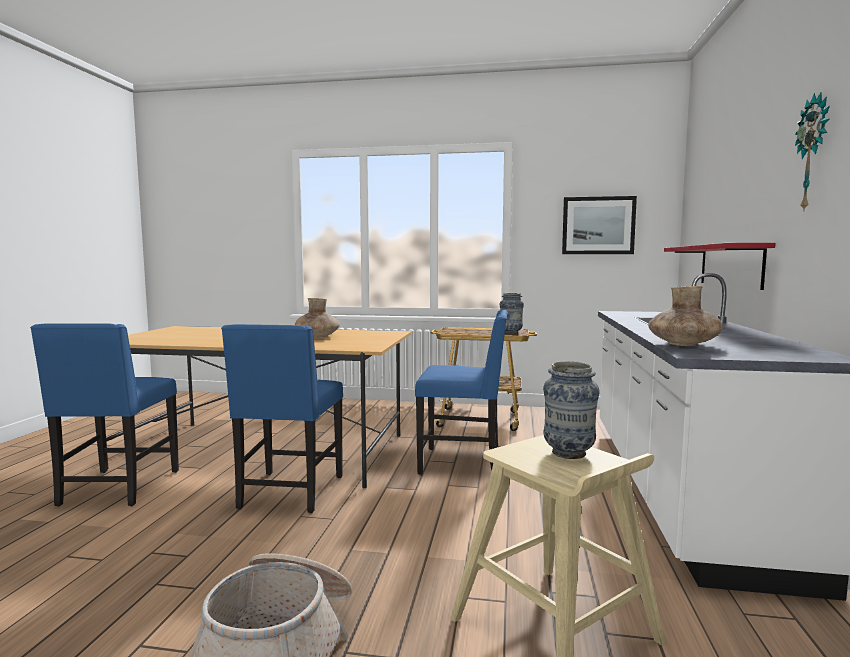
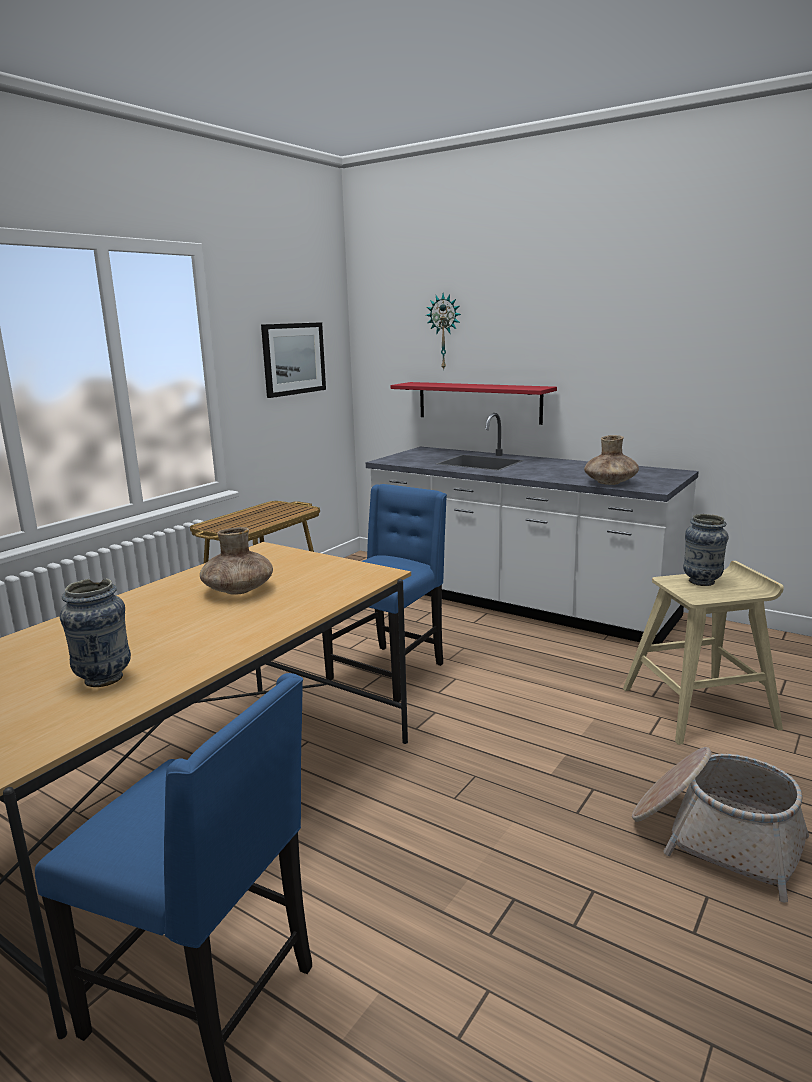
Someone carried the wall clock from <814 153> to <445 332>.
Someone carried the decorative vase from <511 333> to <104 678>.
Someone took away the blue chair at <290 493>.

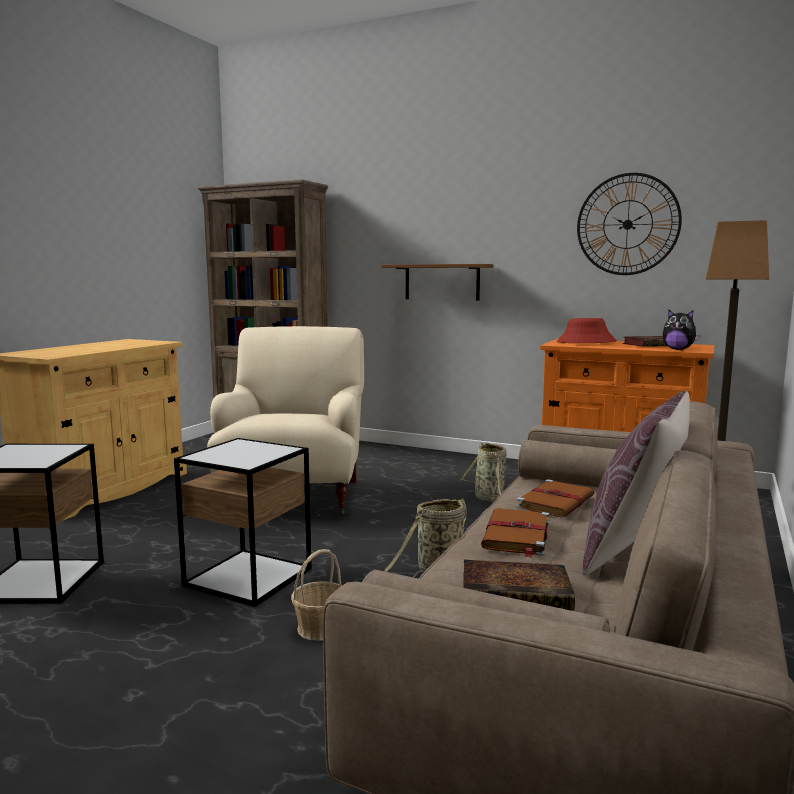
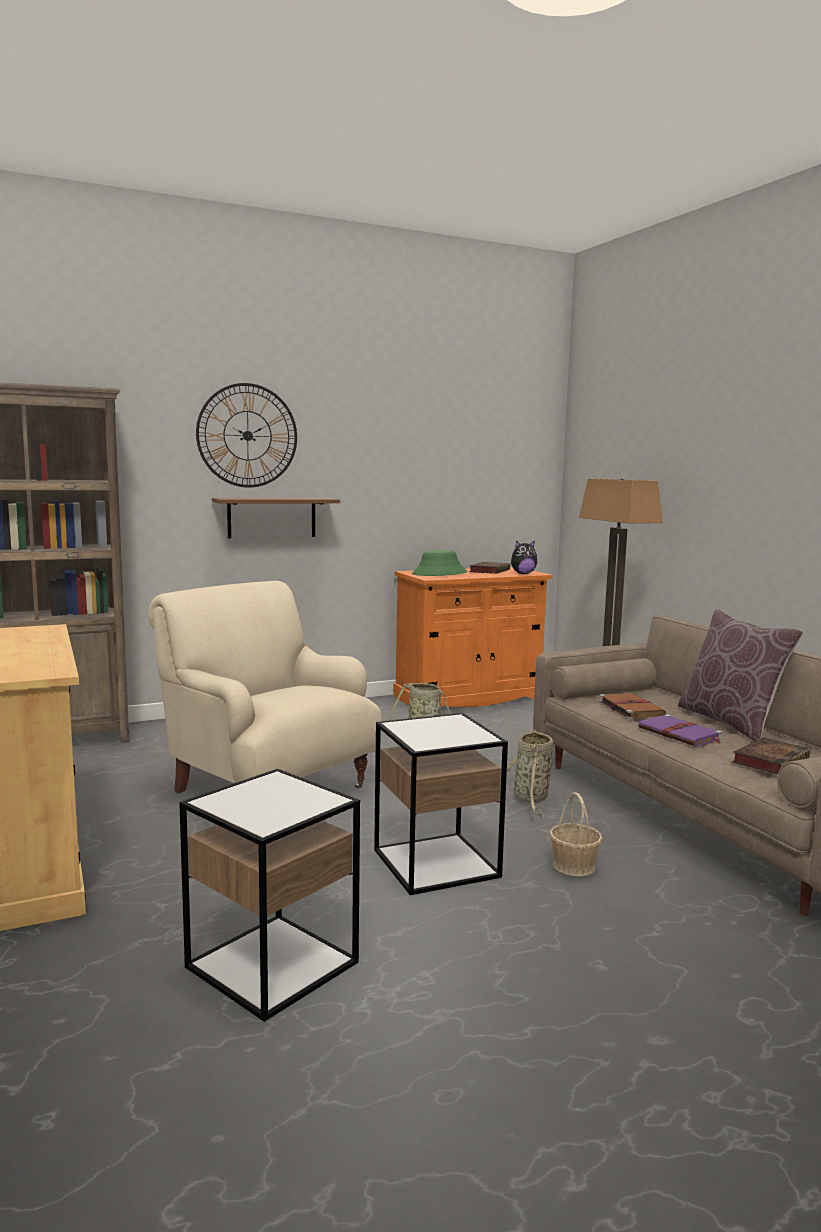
Someone carried the wall clock from <627 224> to <247 435>.
Someone repainted the red-coloured wearable hat at <585 342>, which became the greenish wearable hat at <439 573>.
Someone repainted the brownish volume at <516 536>, which became the purple-coloured volume at <680 734>.

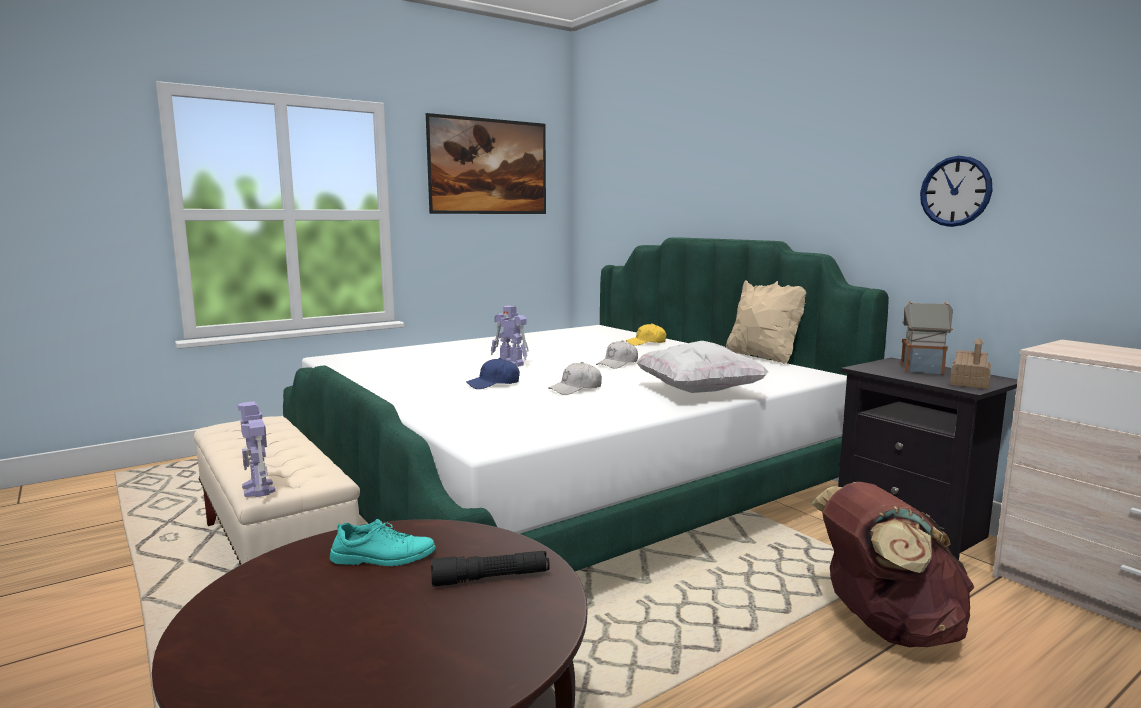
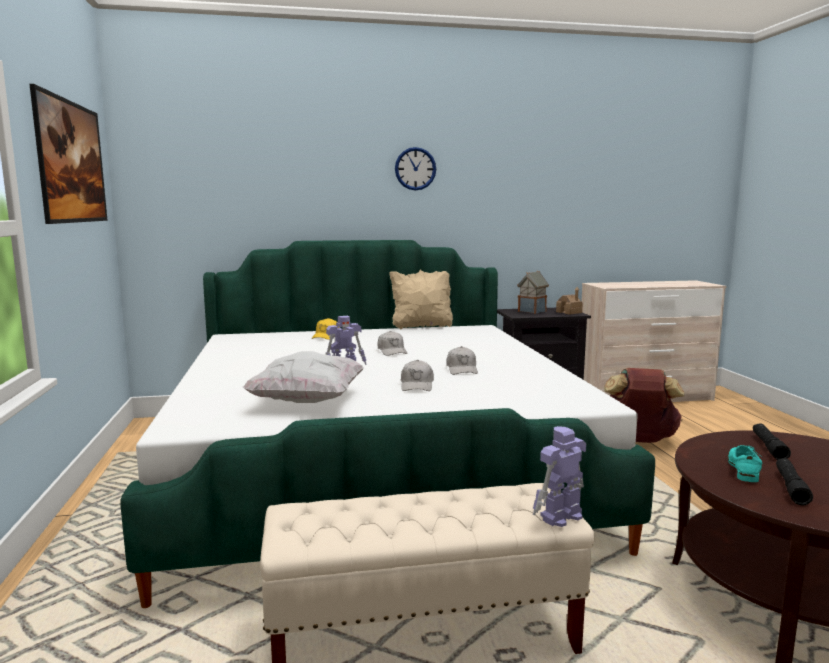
Someone carried the wall clock from <955 191> to <415 169>.
Someone carried the white-coloured pillow from <698 392> to <307 401>.
Someone repainted the blue baseball cap at <493 384>, which became the white-coloured baseball cap at <417 385>.
Someone rotated the robot figure at <258 489> by 150 degrees clockwise.
Someone put down the black hand torch at <791 487>.

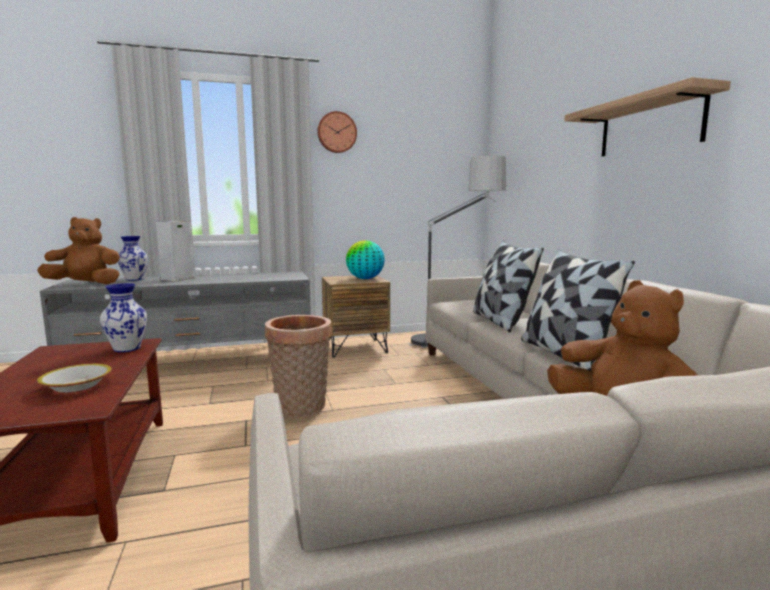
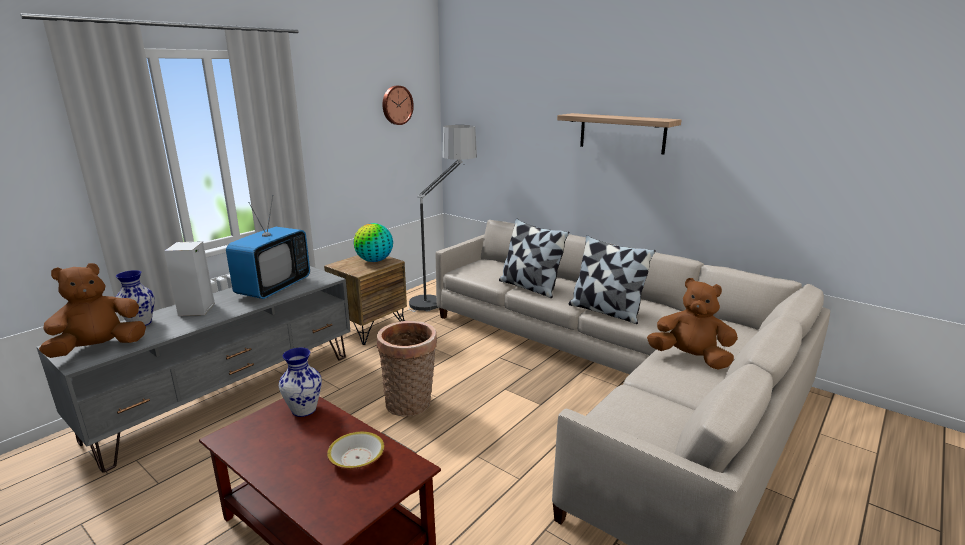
Someone carried the wall clock from <336 132> to <396 105>.
Someone put down the TV set at <274 288>.

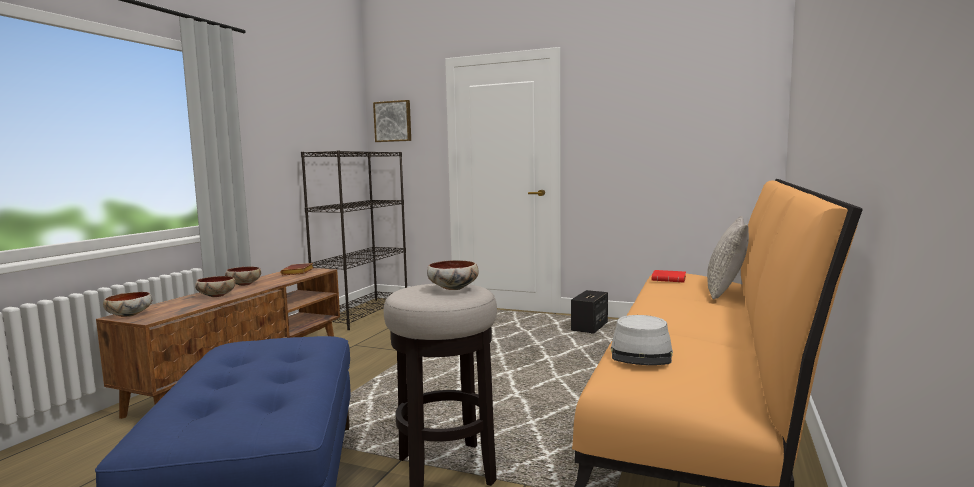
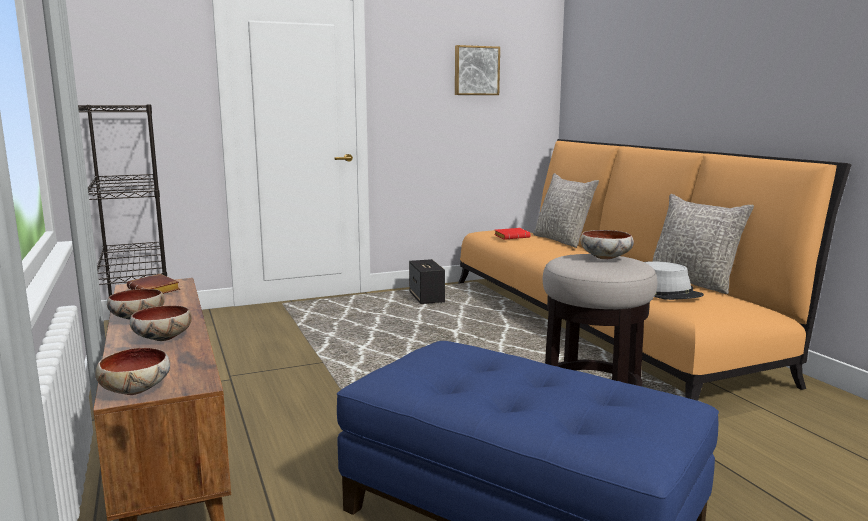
Someone carried the wall picture from <393 121> to <476 70>.
Someone put down the grey pillow at <693 282>.

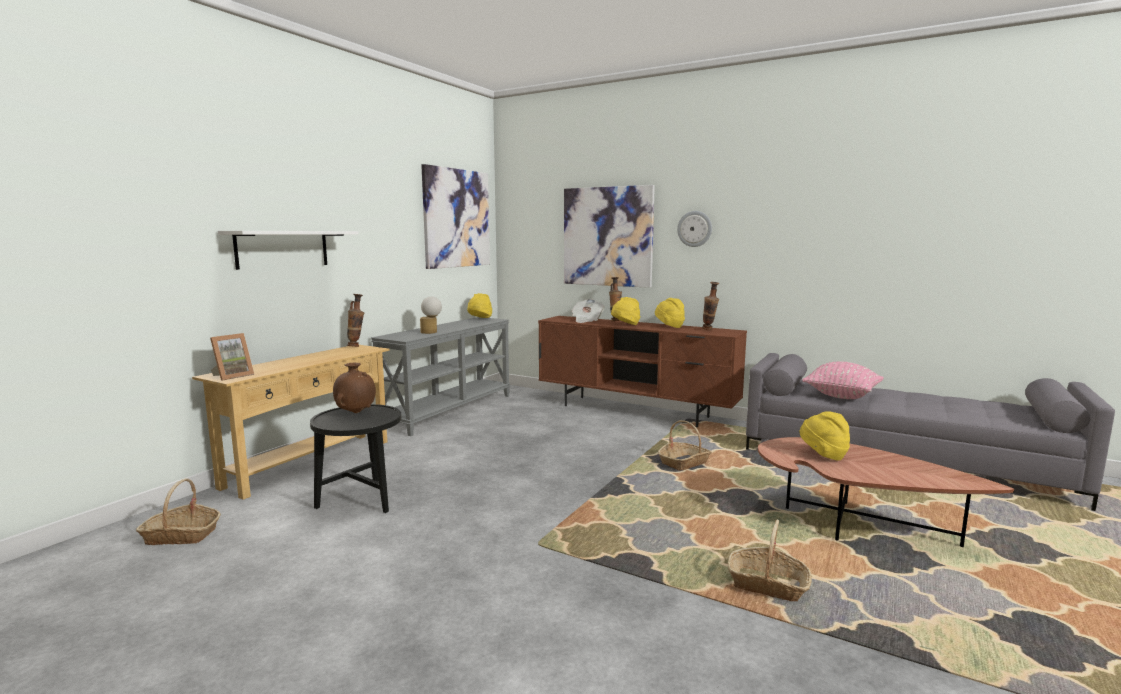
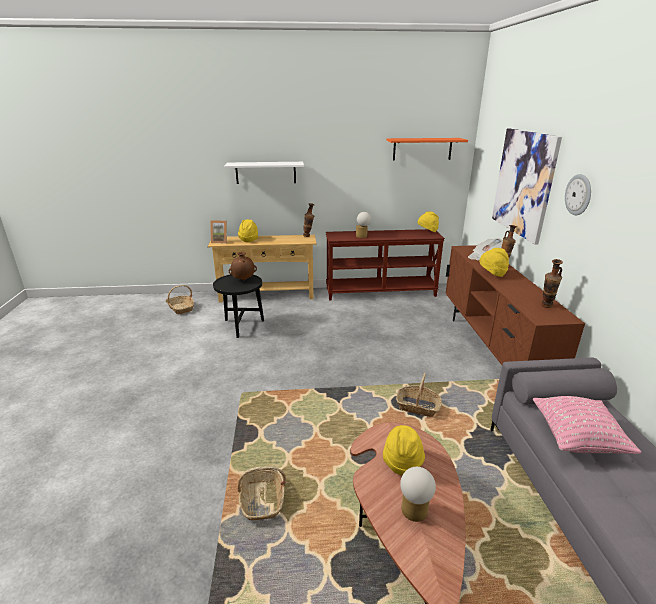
Someone swapped the wall picture at <456 218> for the orange-coloured bracket shelf at <422 149>.
Someone carried the yellow-coloured wearable hat from <669 326> to <249 240>.
Someone repainted the grey console table at <449 410>, which became the brownish console table at <380 292>.
Someone put down the lamp for a table at <413 513>.

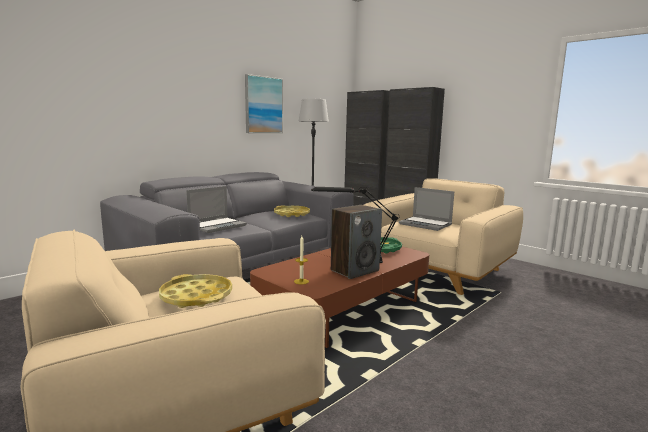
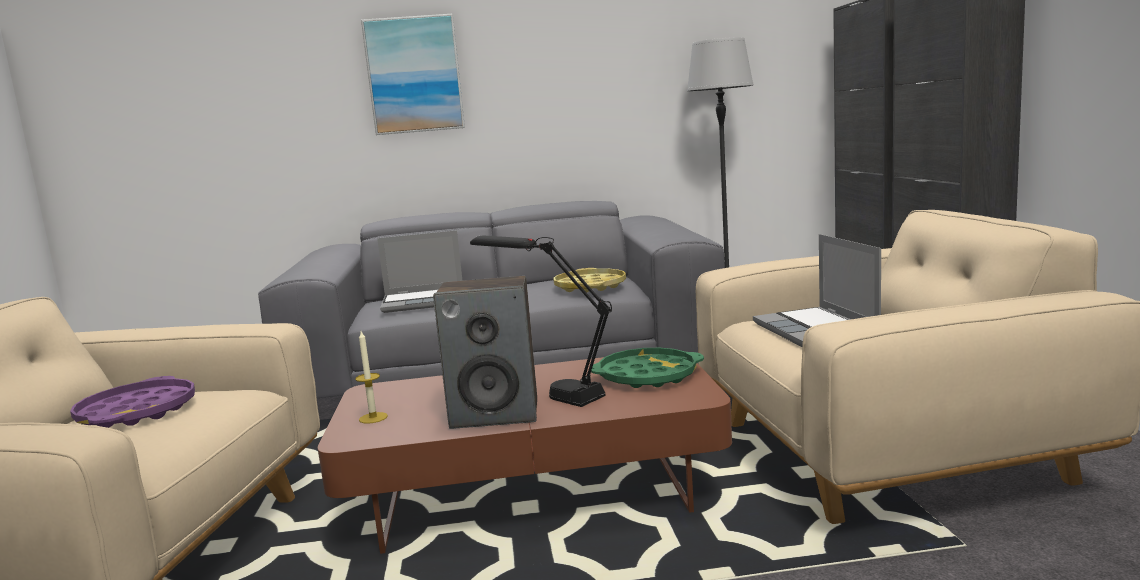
Someone carried the wall picture from <263 105> to <414 75>.
Someone repainted the yellow-coloured carrying tray at <196 296>, which became the purple-coloured carrying tray at <137 412>.

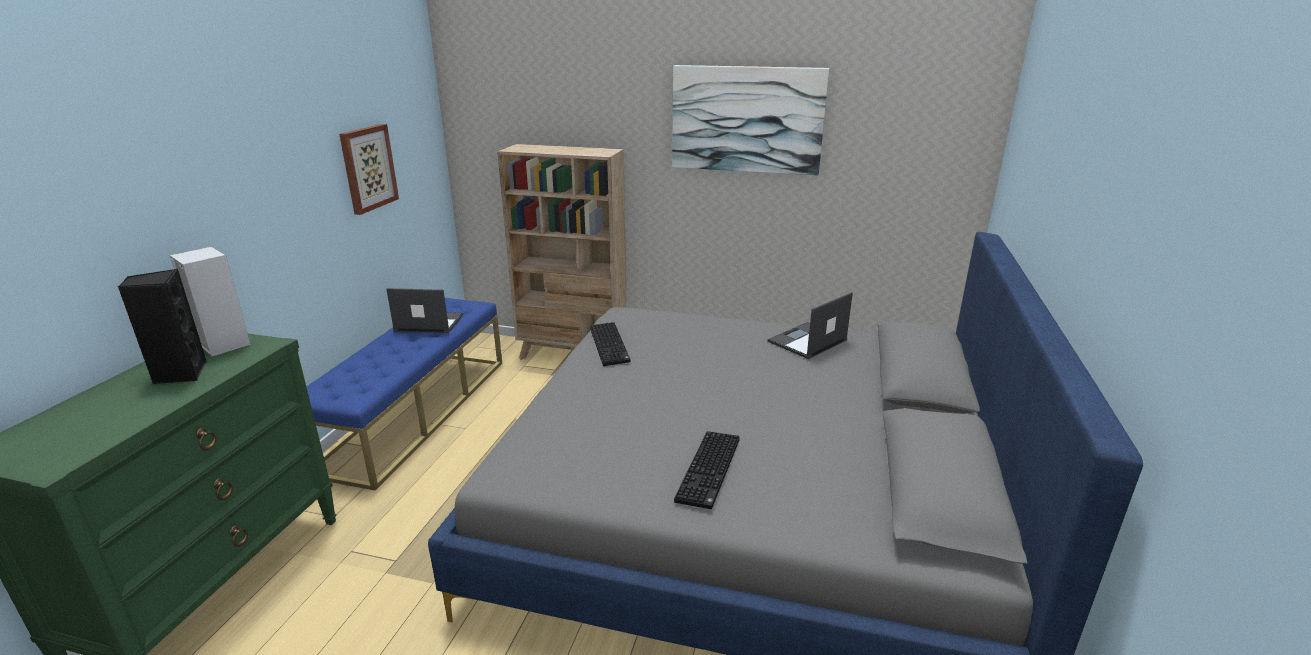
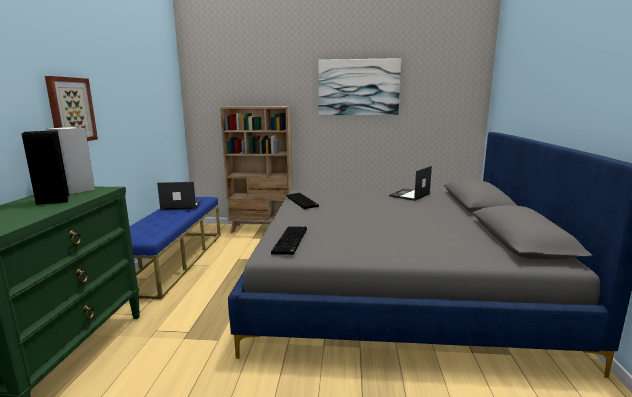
Someone carried the wall picture from <368 168> to <71 110>.
Someone carried the PC keyboard from <710 470> to <291 241>.

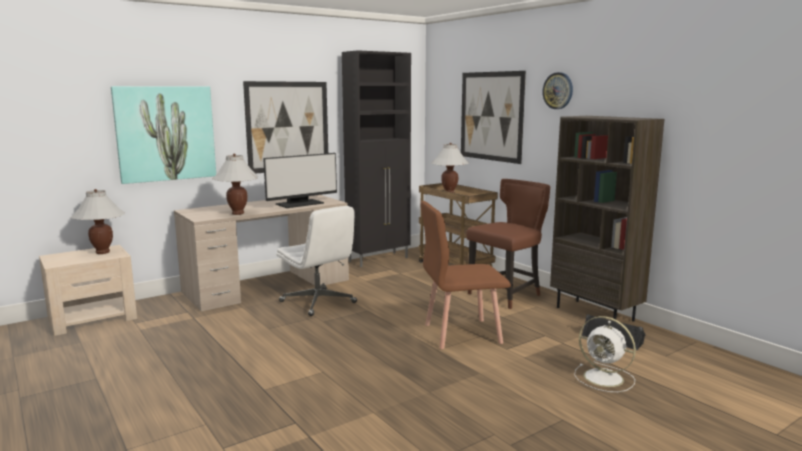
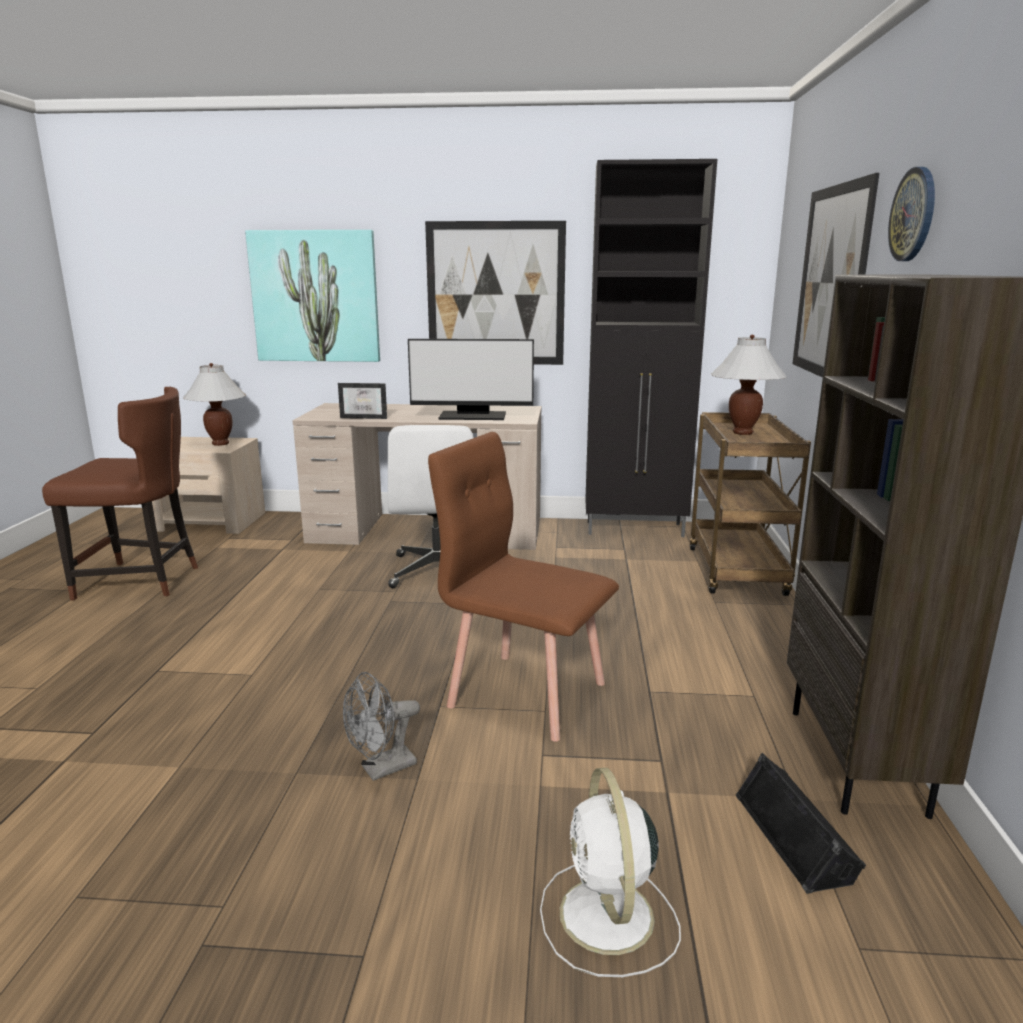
Someone swapped the white-coloured lamp for a table at <238 213> for the standing frame at <365 417>.
Someone carried the brownish chair from <507 295> to <141 581>.
Someone put down the grey cooling fan at <381 769>.

